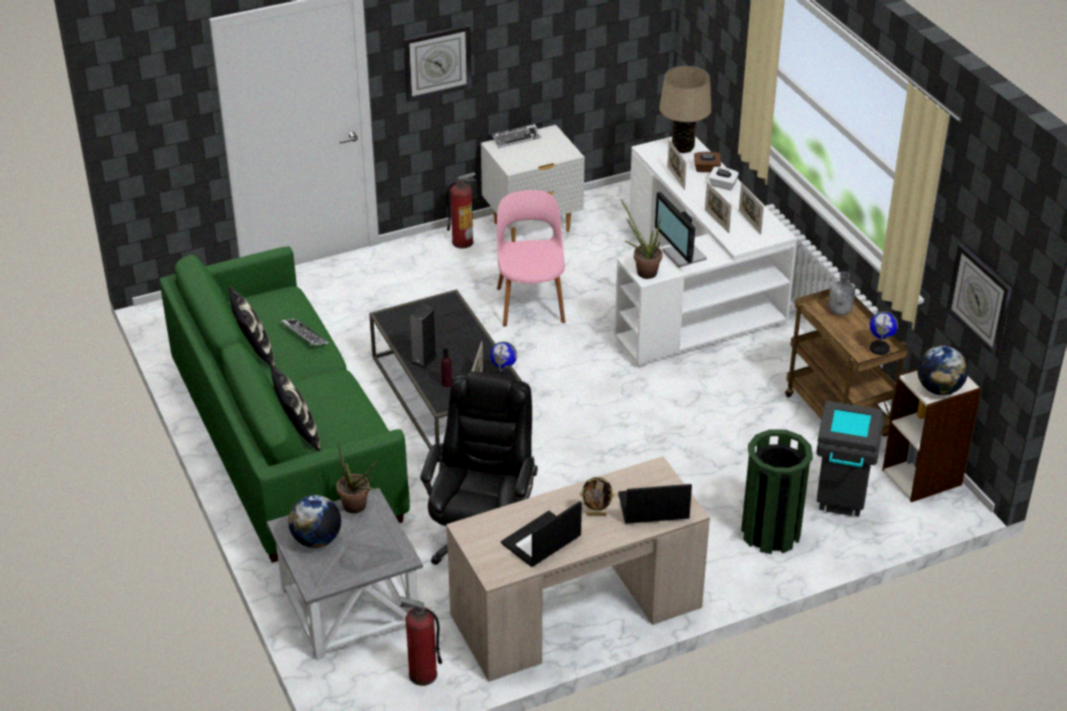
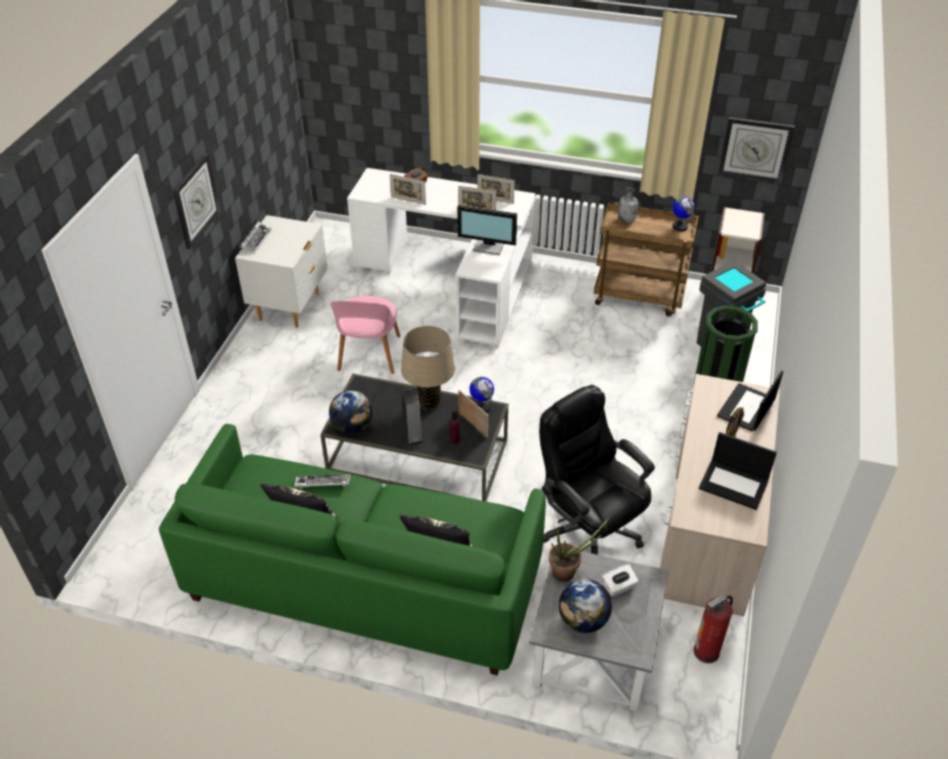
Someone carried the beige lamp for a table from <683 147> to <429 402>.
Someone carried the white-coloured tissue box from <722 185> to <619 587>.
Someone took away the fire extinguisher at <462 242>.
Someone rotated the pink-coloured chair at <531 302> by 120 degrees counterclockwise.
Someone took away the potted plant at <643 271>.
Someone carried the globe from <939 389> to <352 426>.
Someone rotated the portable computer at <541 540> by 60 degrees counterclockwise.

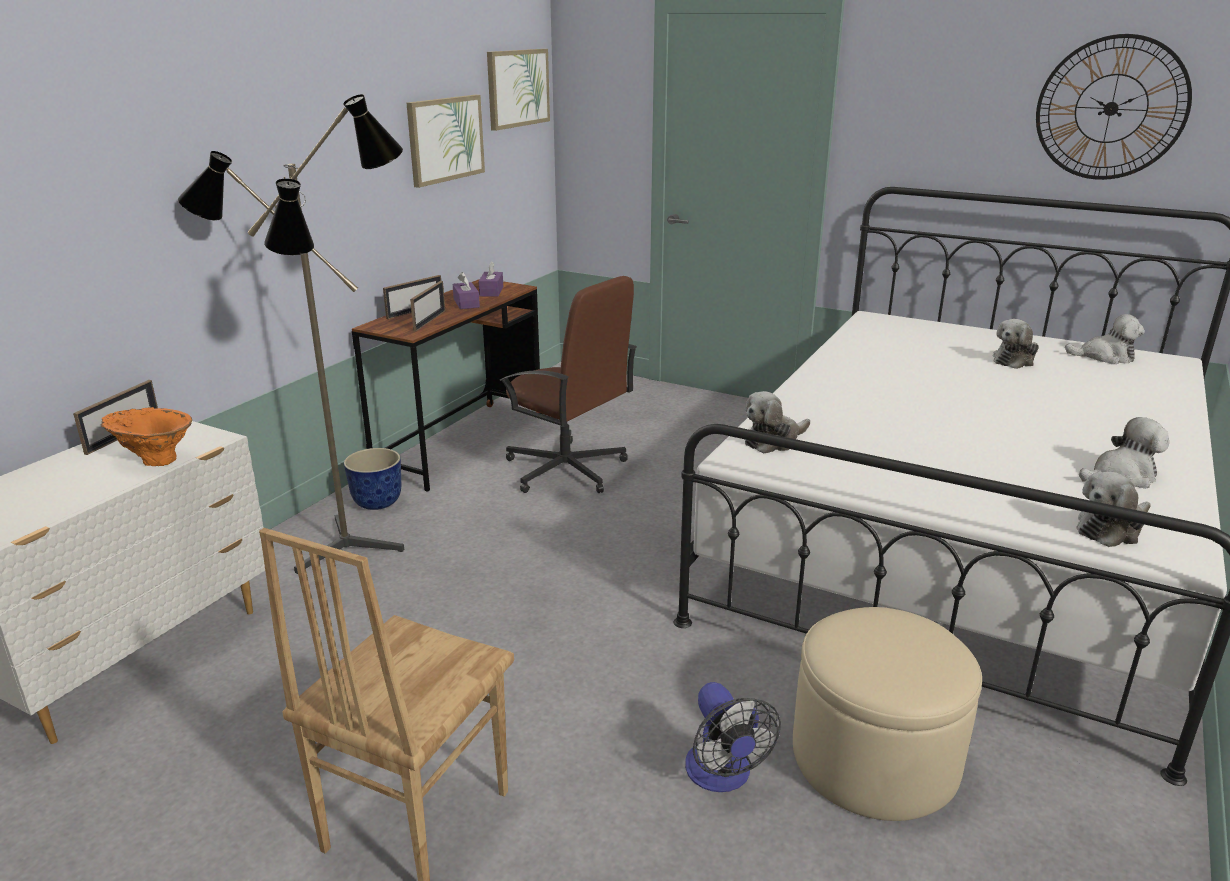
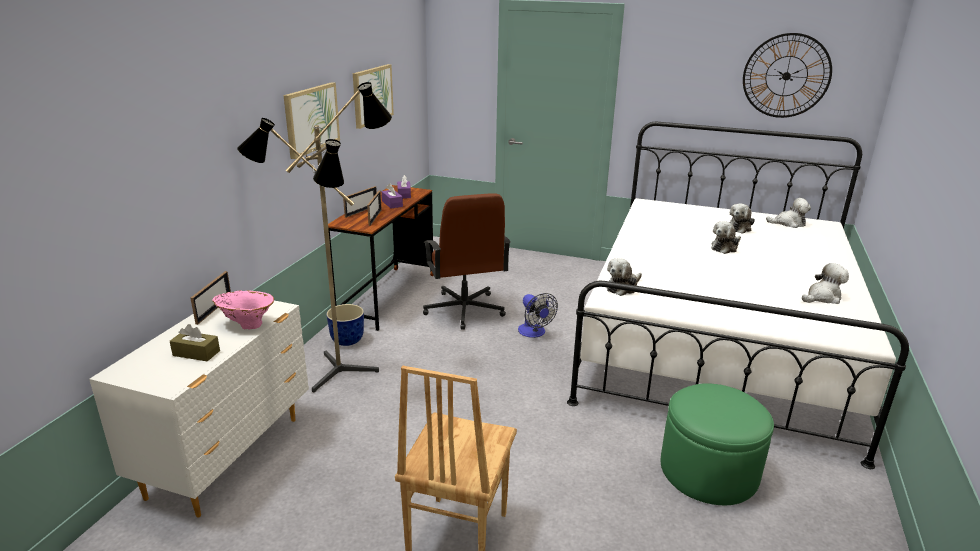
Someone carried the wall picture from <517 88> to <311 119>.
Someone rotated the brownish desk chair at <567 470> by 45 degrees clockwise.
Someone repainted the orange-coloured decorative vase at <155 459>, which became the pink-coloured decorative vase at <247 324>.
Someone carried the soft toy from <1111 529> to <725 247>.
Someone repainted the beige footrest at <874 758>, which became the greenish footrest at <708 471>.
Someone carried the cooling fan from <722 776> to <534 333>.
Someone put down the brownish tissue box at <196 353>.

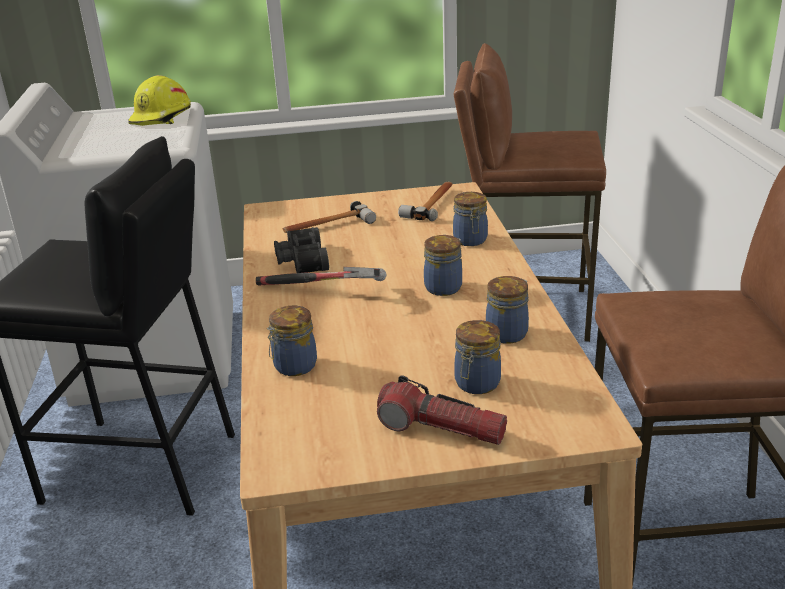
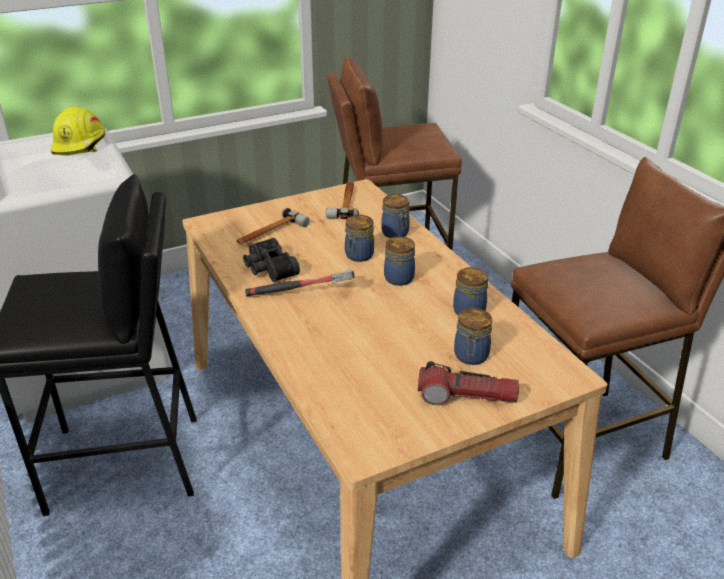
Someone carried the jar from <293 366> to <358 256>.

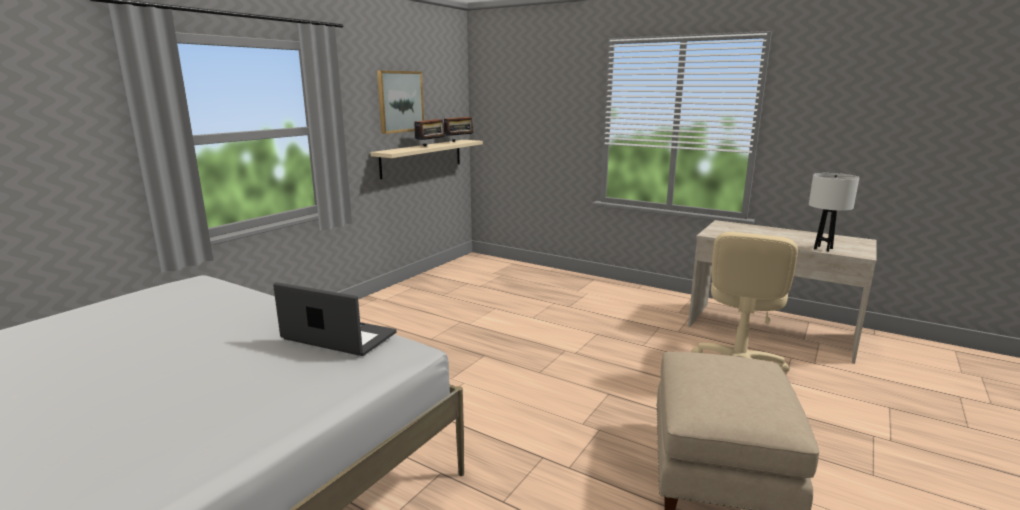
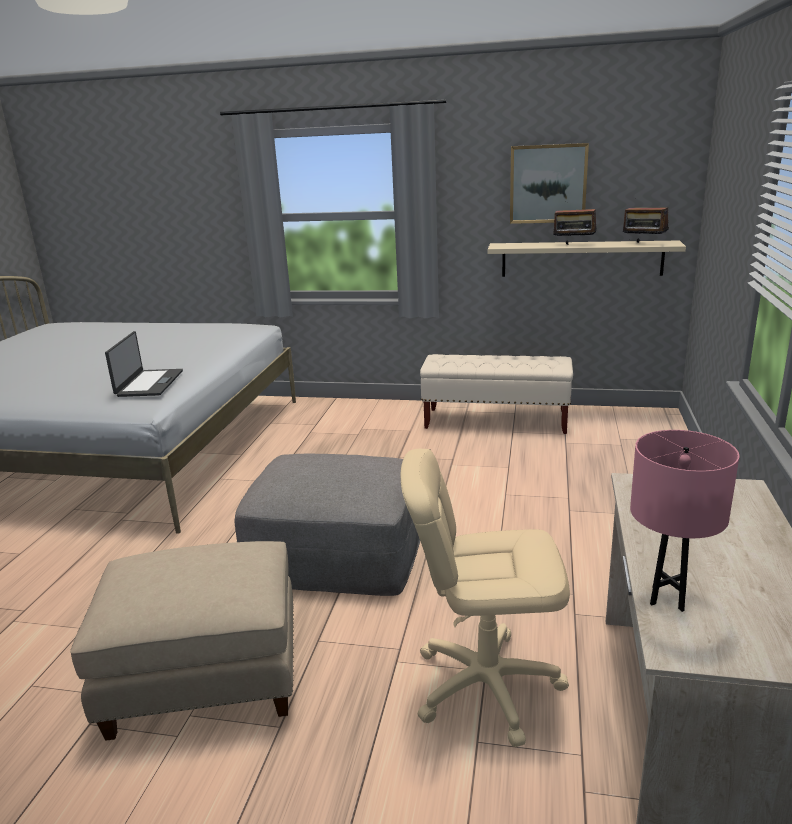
Someone repainted the white-coloured lamp for a table at <823 248>, which became the pink-coloured lamp for a table at <667 599>.
Someone put down the beige bench at <496 421>.
Someone put down the grey footrest at <336 553>.

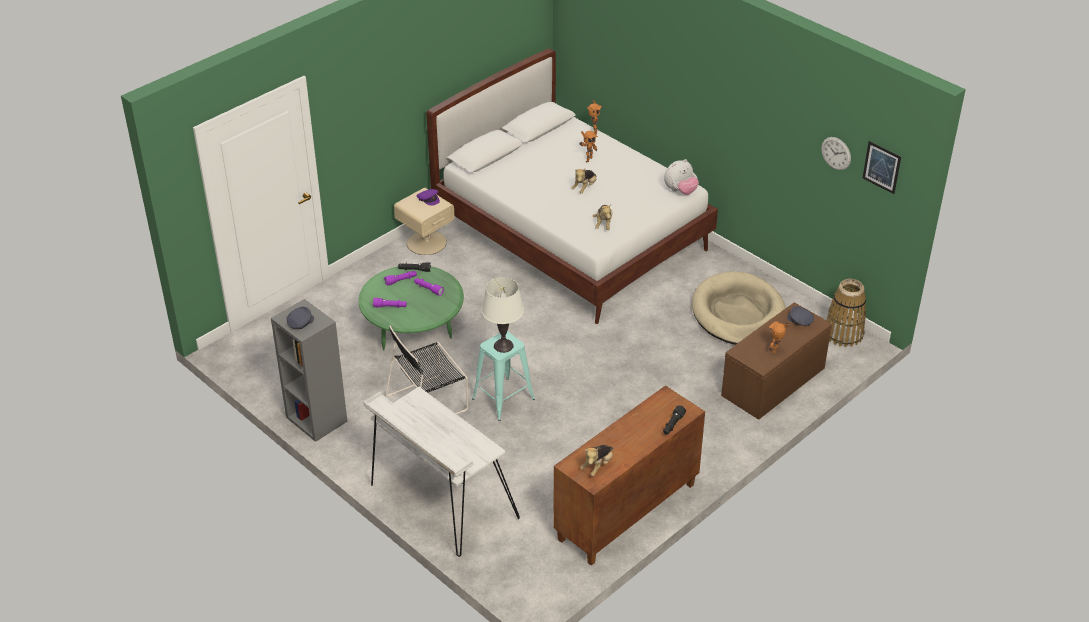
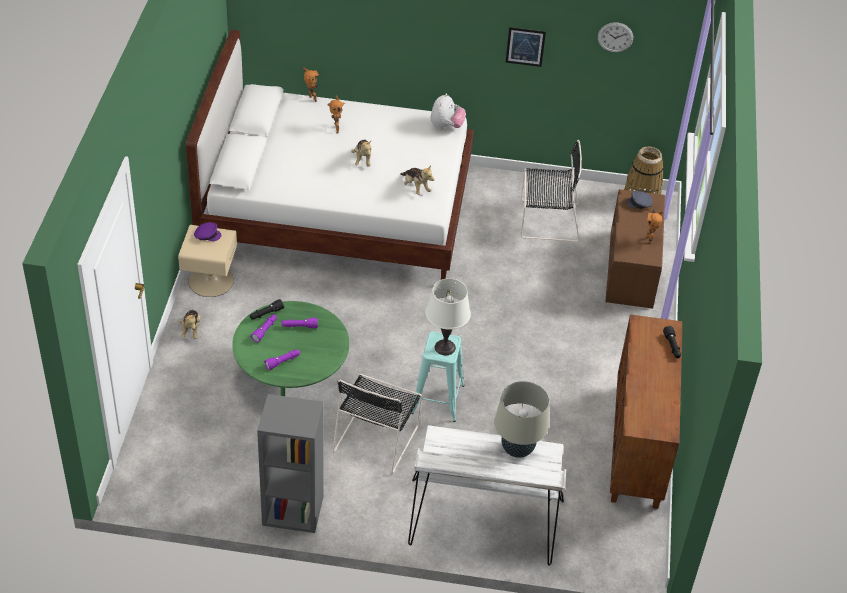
Someone carried the wall picture from <881 167> to <525 46>.
Someone swapped the beige pet bed at <738 313> for the black chair at <546 220>.
Someone took away the grey baseball cap at <300 322>.
Someone carried the soft toy from <598 466> to <191 329>.
Someone put down the beige lamp for a table at <517 449>.

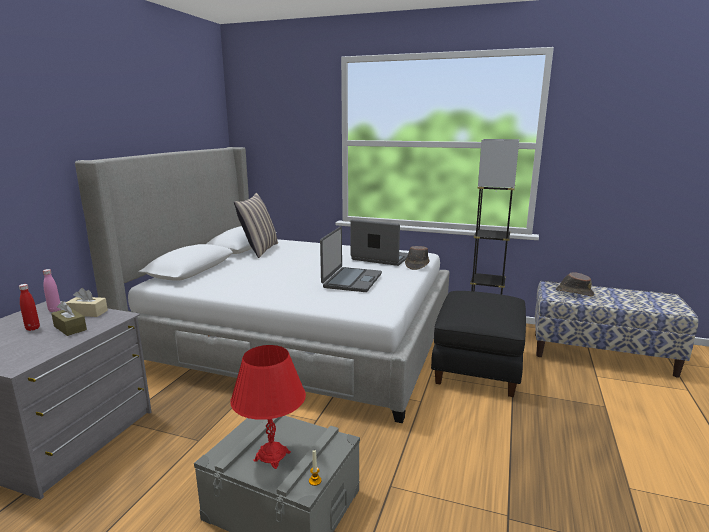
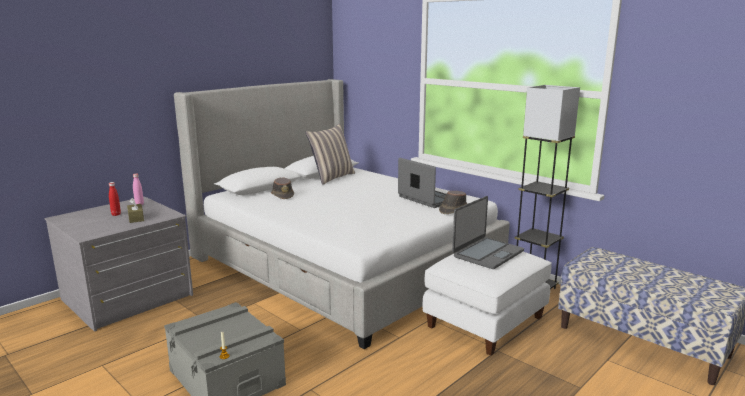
Someone carried the portable computer from <351 280> to <487 253>.
Someone carried the brownish wearable hat from <574 292> to <282 195>.
Someone took away the beige tissue box at <88 313>.
Someone repainted the black footrest at <476 366>, which became the white-coloured footrest at <484 321>.
Someone took away the red-coloured lamp for a table at <272 456>.

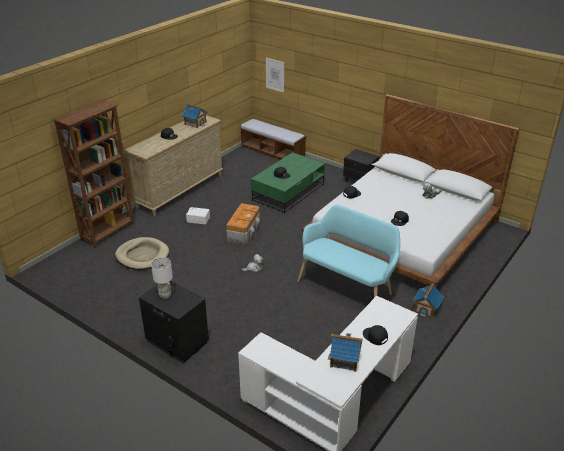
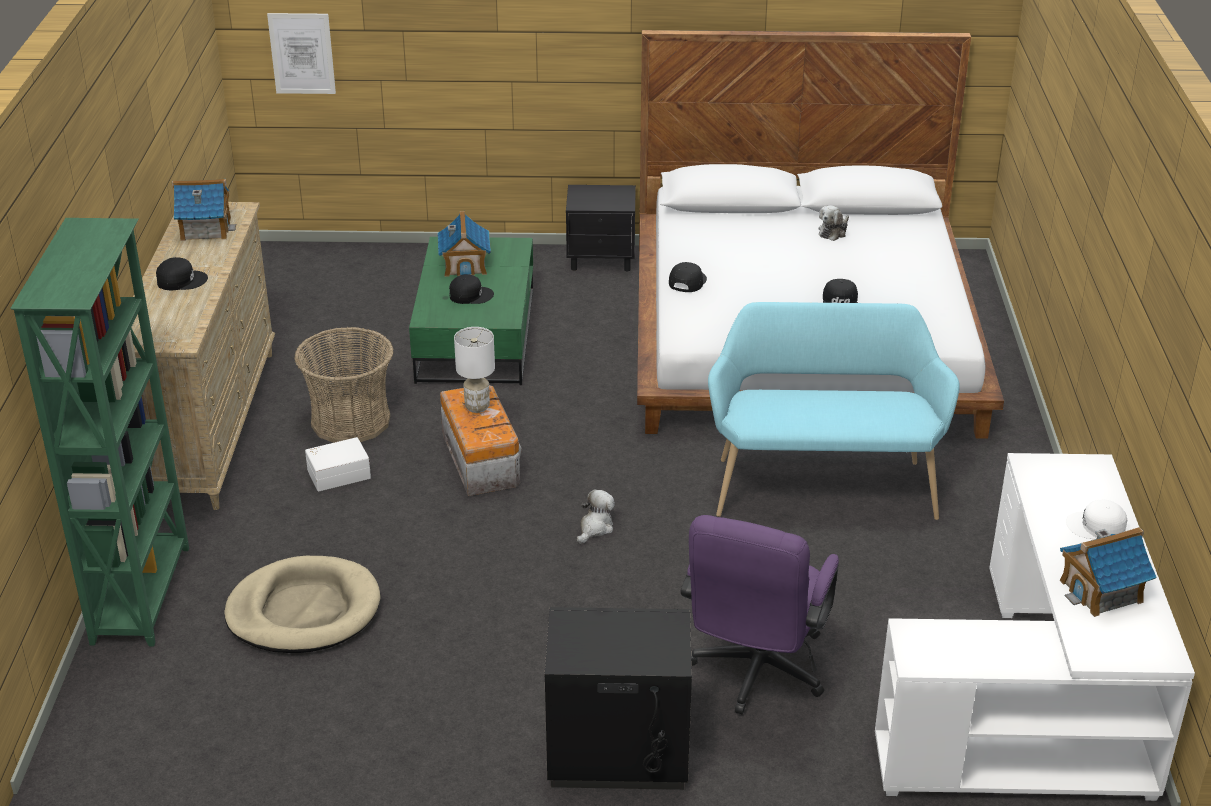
Someone repainted the brownish shelving unit at <109 232>, which became the greenish shelving unit at <143 594>.
Someone took away the bench at <272 152>.
Someone carried the white-coloured lamp for a table from <165 295> to <478 407>.
Someone carried the miniature house from <426 308> to <465 265>.
Someone repainted the black baseball cap at <375 336>, which became the white-coloured baseball cap at <1096 527>.
Someone put down the basket at <350 421>.
Someone put down the purple-coloured desk chair at <755 674>.

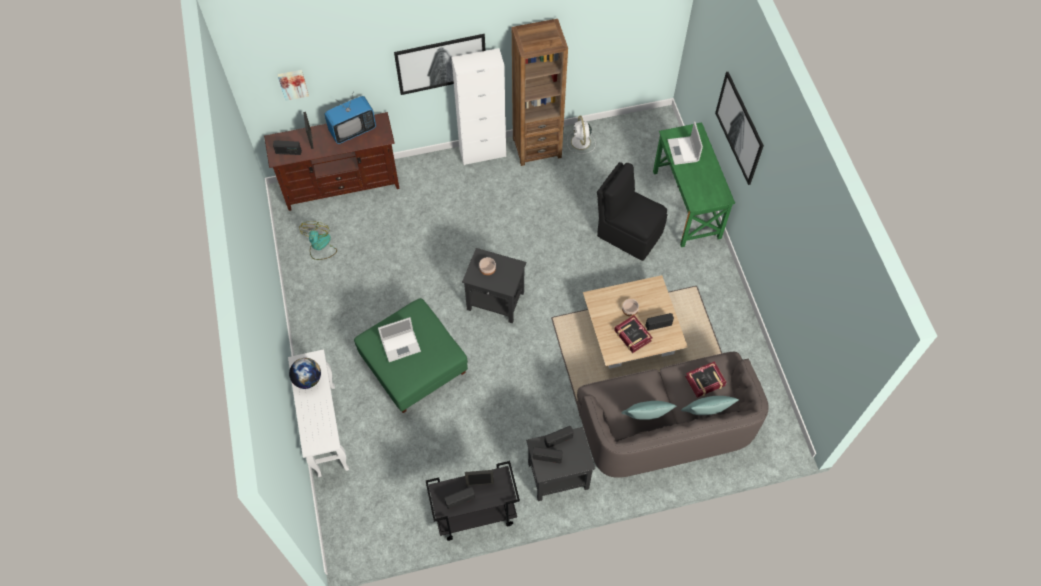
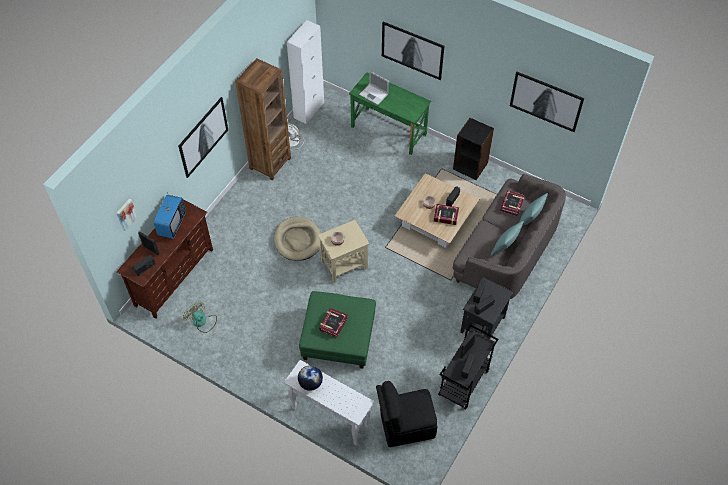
Someone carried the white-coloured cabinet from <482 153> to <309 110>.
Someone carried the black chair from <628 233> to <405 425>.
Someone repainted the black side table at <496 301>, which became the beige side table at <344 264>.
Someone swapped the portable computer at <401 345> for the volume at <333 324>.
Someone put up the wall picture at <546 101>.
Someone put down the black shelving unit at <470 165>.
Someone put down the beige pet bed at <298 240>.

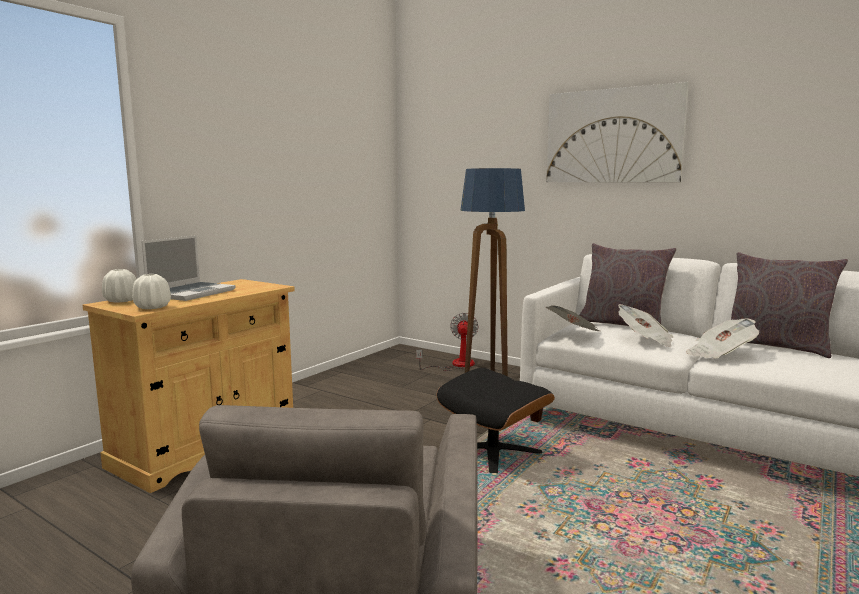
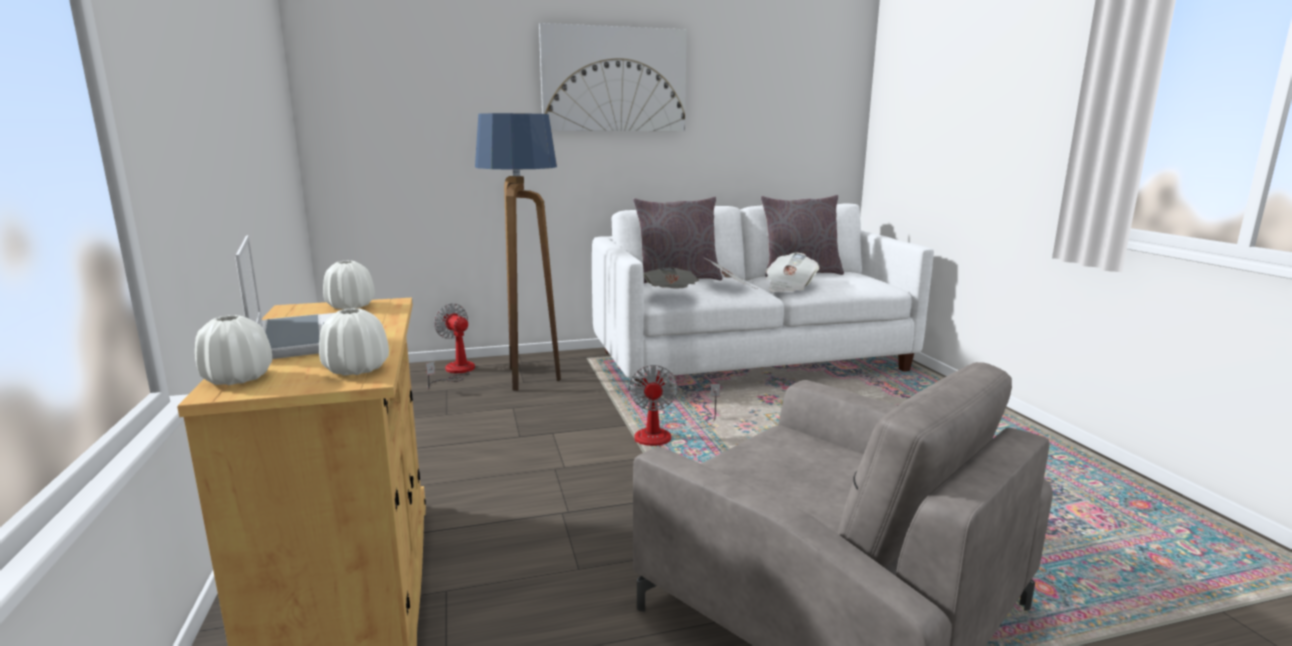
Someone swapped the black footrest at <493 451> for the cooling fan at <664 435>.
Someone put down the white-coloured decorative vase at <350 306>.

